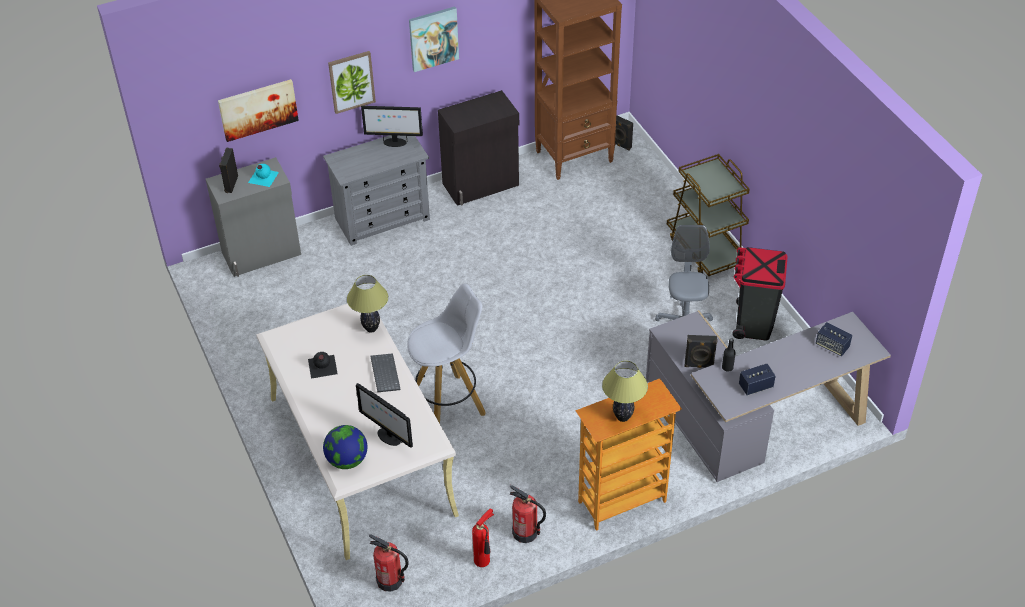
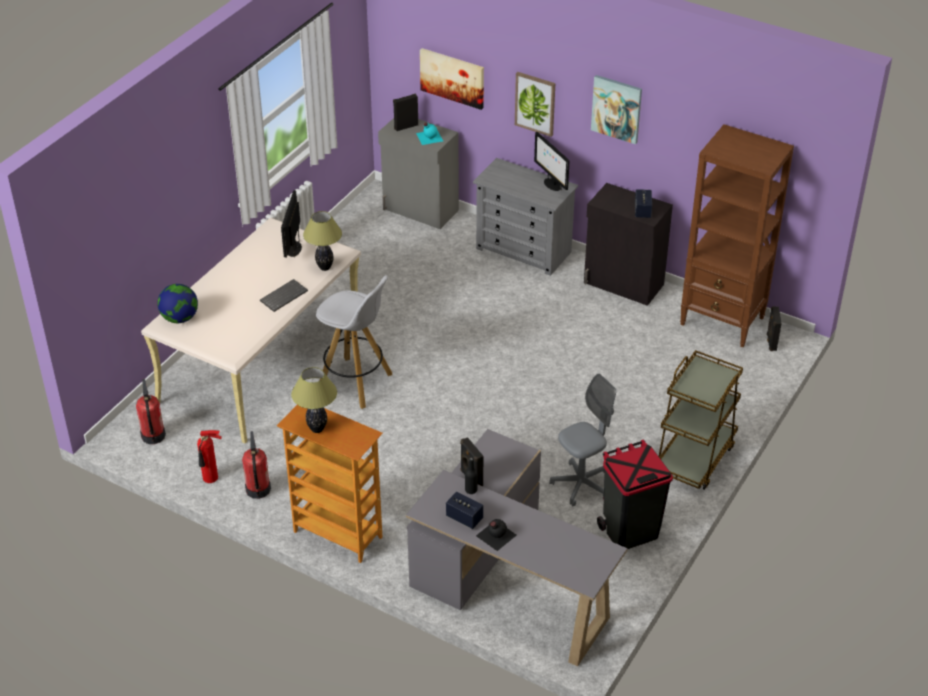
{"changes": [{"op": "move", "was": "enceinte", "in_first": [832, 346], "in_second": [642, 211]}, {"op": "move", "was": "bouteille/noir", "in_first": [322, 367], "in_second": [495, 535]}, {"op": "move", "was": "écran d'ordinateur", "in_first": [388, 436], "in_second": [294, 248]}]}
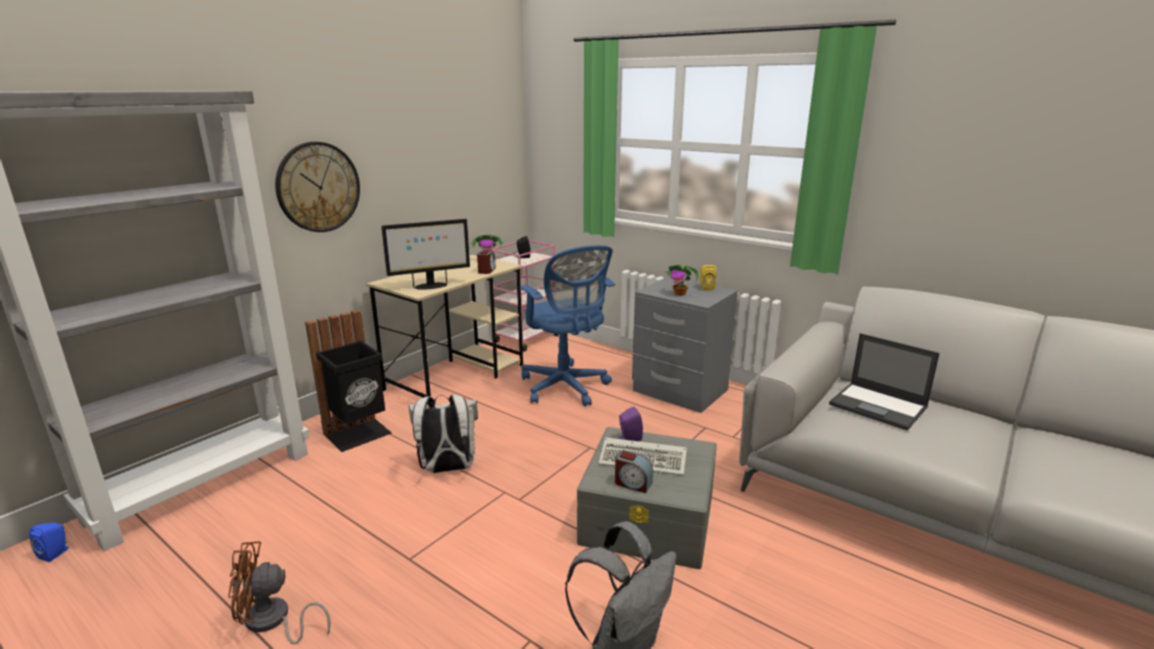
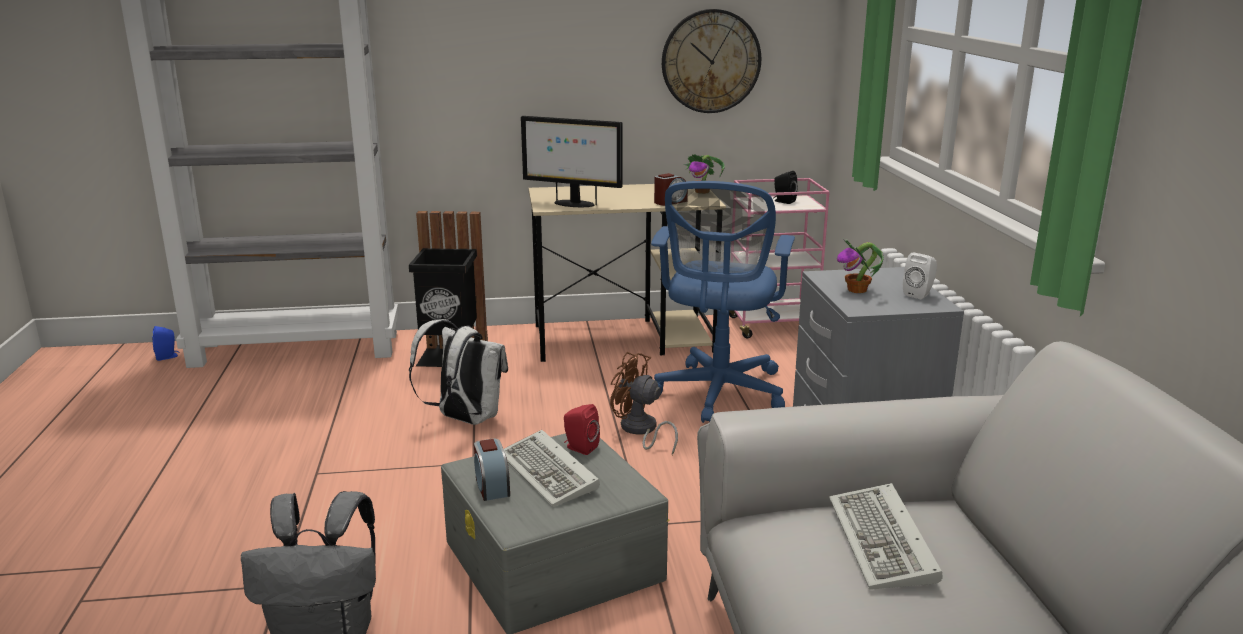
{"changes": [{"op": "move", "was": "horloge murale", "in_first": [318, 187], "in_second": [711, 61]}, {"op": "recolor", "was": "enceinte/jaune", "now": "enceinte/blanc", "in_first": [706, 288], "in_second": [919, 294]}, {"op": "replace", "was": "ordinateur portable", "now": "clavier", "in_first": [879, 406], "in_second": [884, 543]}, {"op": "recolor", "was": "enceinte/violet", "now": "enceinte/rouge", "in_first": [629, 439], "in_second": [579, 448]}, {"op": "move", "was": "ventilateur/marron", "in_first": [273, 622], "in_second": [640, 431]}]}
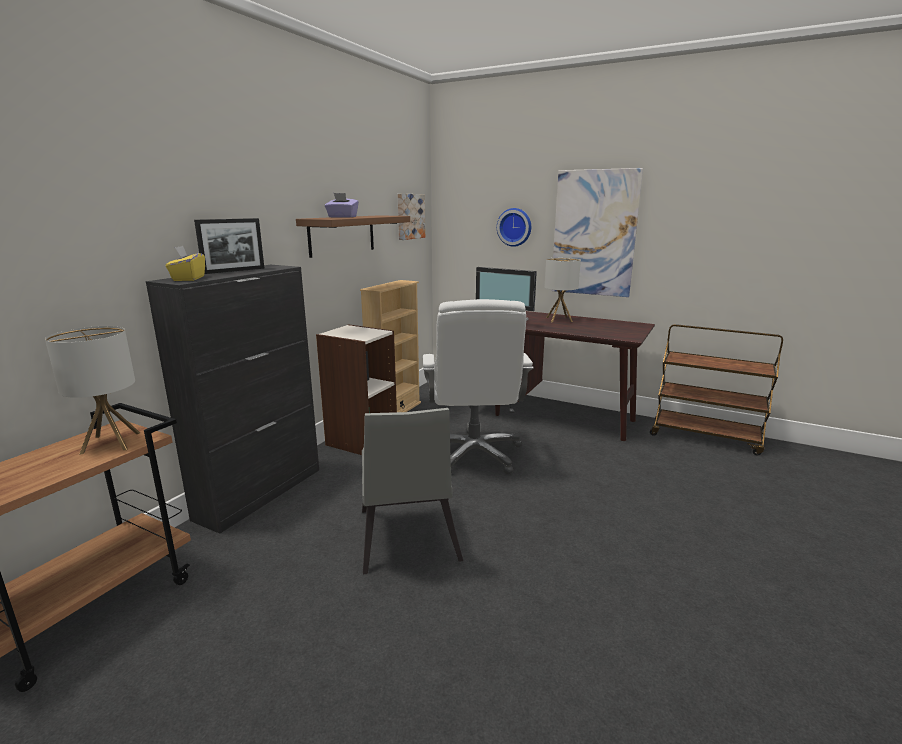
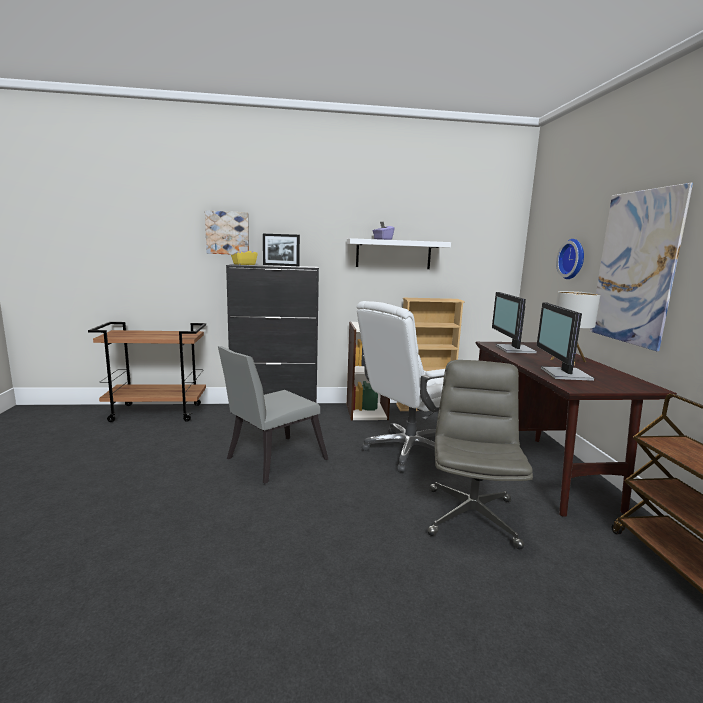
{"changes": [{"op": "move", "was": "tableau", "in_first": [409, 216], "in_second": [227, 233]}, {"op": "recolor", "was": "étagère/marron", "now": "étagère/blanc", "in_first": [342, 235], "in_second": [393, 254]}, {"op": "delete", "was": "lampe de table", "in_first": [111, 443]}, {"op": "insert", "now": "écran d'ordinateur", "in_second": [564, 374]}, {"op": "insert", "now": "chaise de bureau/gris", "in_second": [471, 516]}]}
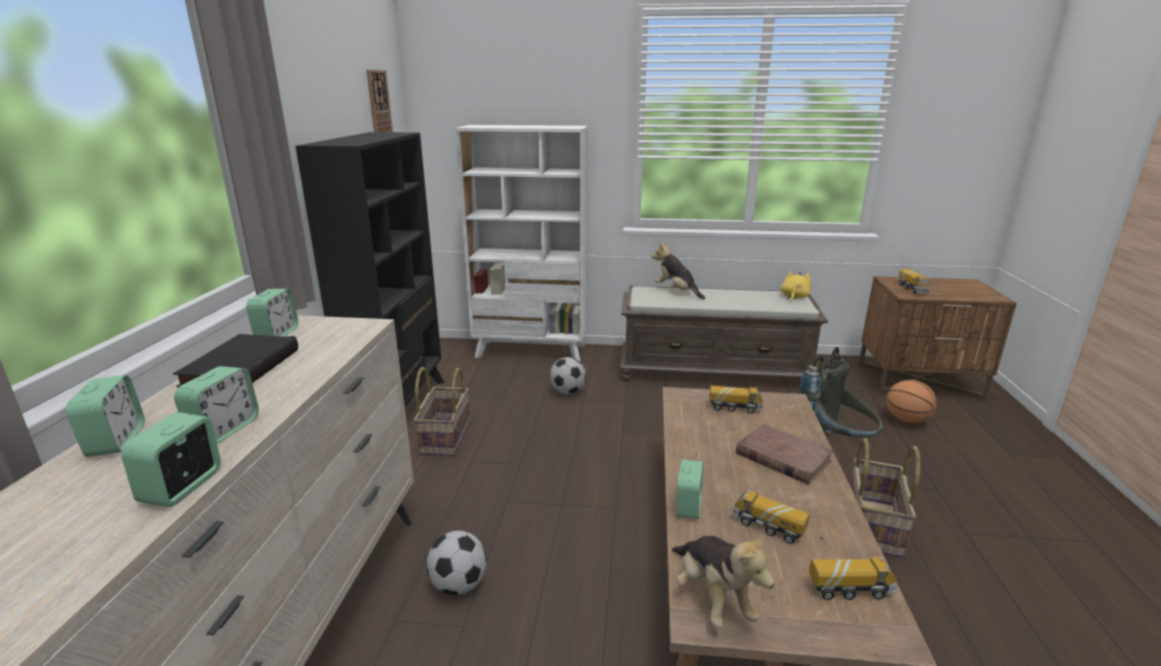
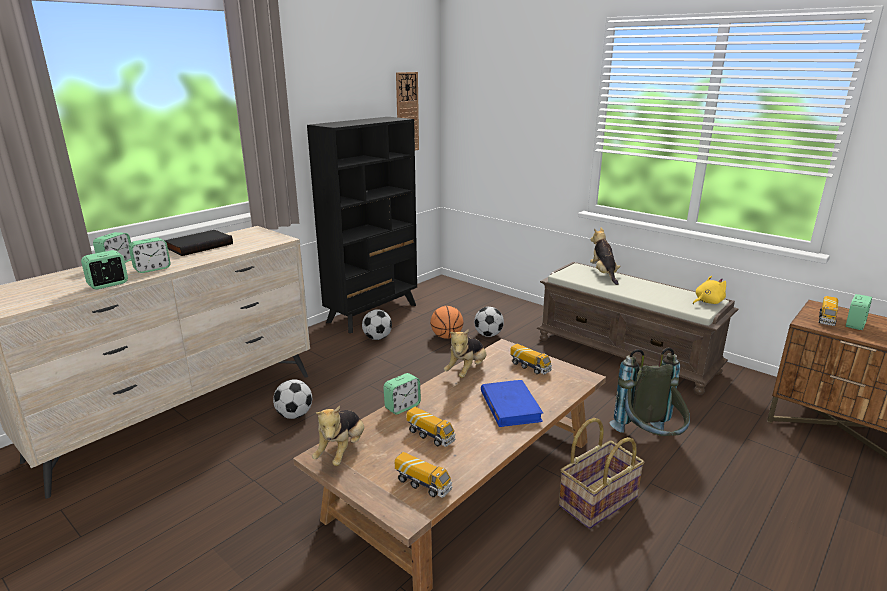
{"changes": [{"op": "delete", "was": "bibliothèque/blanc", "in_first": [531, 351]}, {"op": "move", "was": "réveil", "in_first": [277, 334], "in_second": [855, 325]}, {"op": "replace", "was": "panier", "now": "ballon de foot", "in_first": [444, 437], "in_second": [377, 338]}, {"op": "move", "was": "ballon de basket", "in_first": [906, 420], "in_second": [446, 337]}, {"op": "recolor", "was": "livre/marron", "now": "livre/bleu", "in_first": [782, 457], "in_second": [510, 406]}, {"op": "rotate", "was": "camion jouet", "in_first": [767, 527], "in_second": [430, 436], "clockwise": 150}, {"op": "insert", "now": "peluche", "in_second": [467, 371]}]}
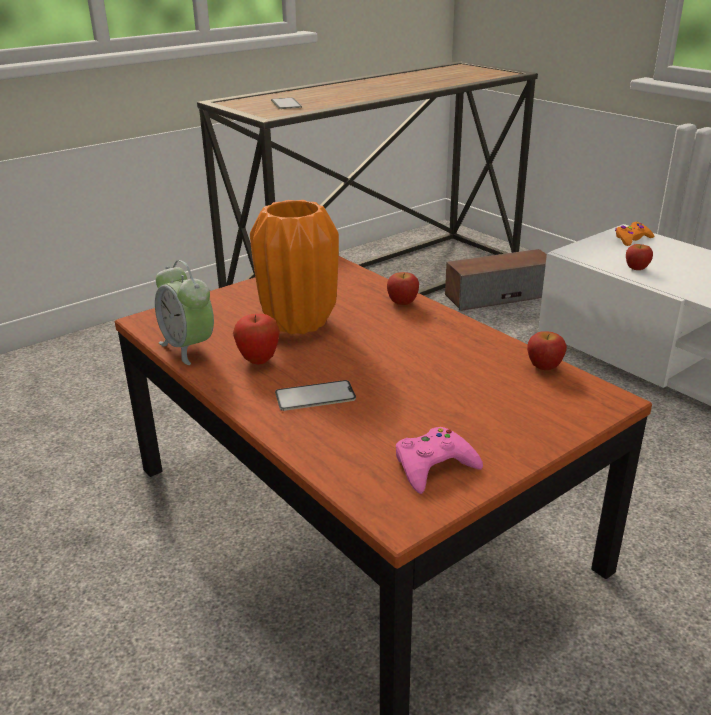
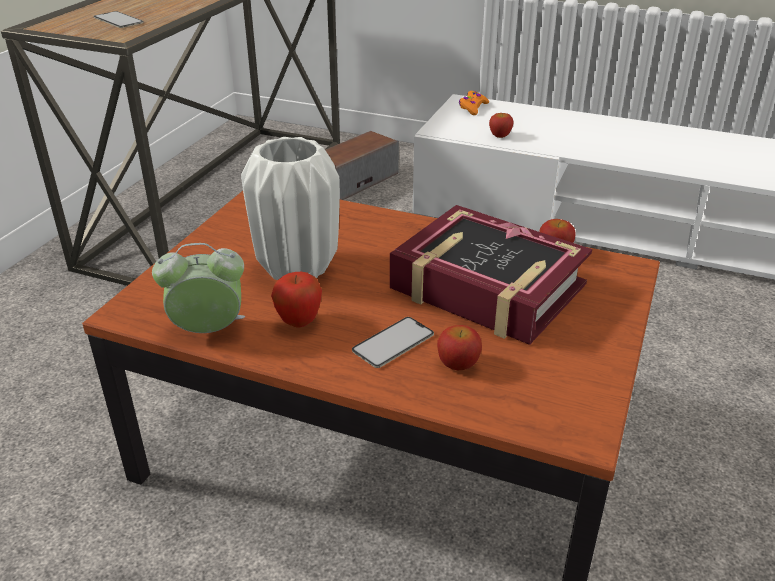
{"changes": [{"op": "recolor", "was": "vase/orange", "now": "vase/blanc", "in_first": [298, 323], "in_second": [296, 270]}, {"op": "rotate", "was": "réveil", "in_first": [188, 348], "in_second": [208, 331], "clockwise": 150}, {"op": "move", "was": "pomme", "in_first": [402, 302], "in_second": [458, 364]}, {"op": "delete", "was": "manette/rose", "in_first": [434, 466]}, {"op": "insert", "now": "livre", "in_second": [487, 288]}]}
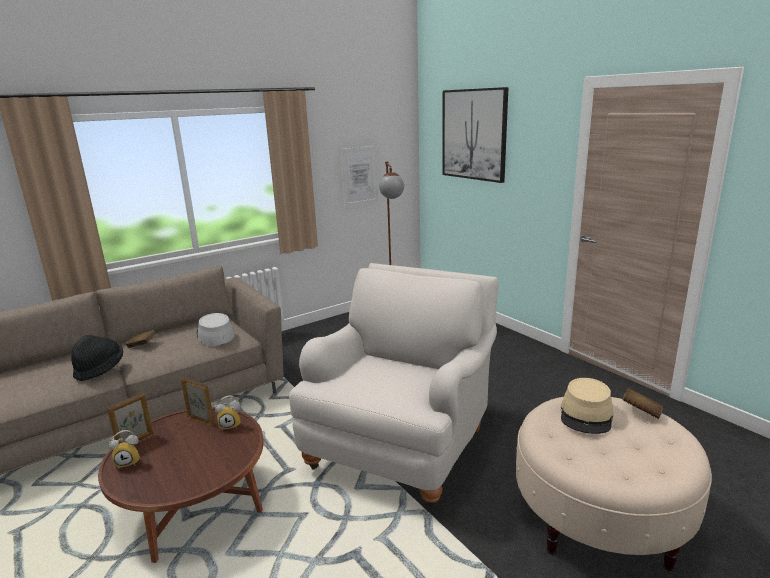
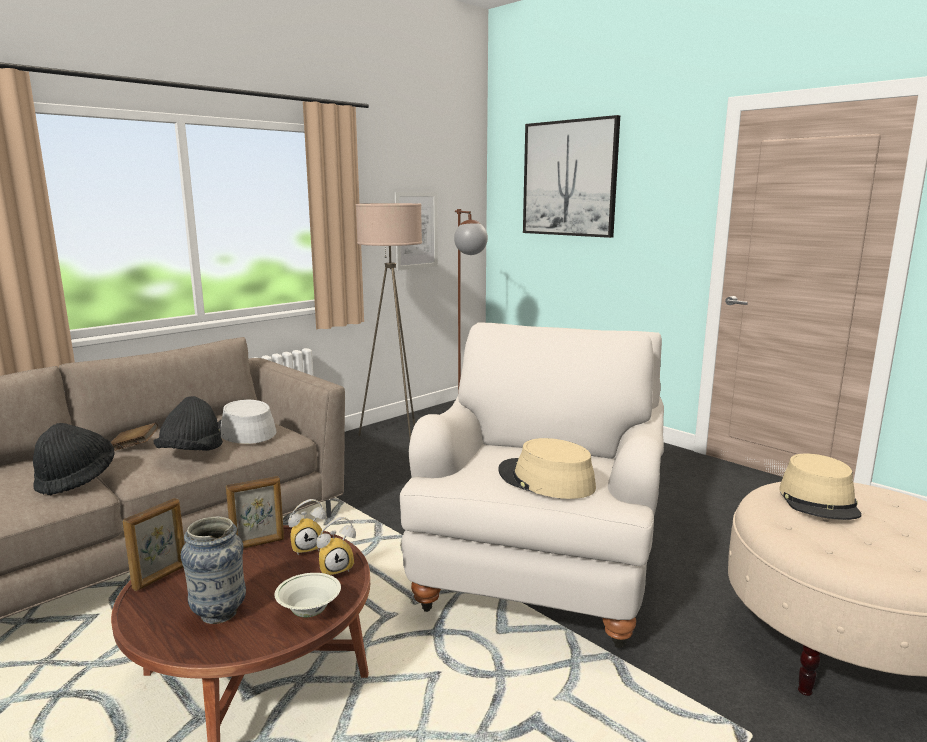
{"changes": [{"op": "rotate", "was": "cadre photo", "in_first": [201, 420], "in_second": [258, 544], "clockwise": 135}, {"op": "delete", "was": "livre/marron", "in_first": [641, 411]}, {"op": "move", "was": "réveil", "in_first": [129, 461], "in_second": [336, 568]}, {"op": "insert", "now": "lampadaire/beige", "in_second": [395, 436]}, {"op": "insert", "now": "chapeau/noir", "in_second": [191, 453]}, {"op": "insert", "now": "chapeau/beige", "in_second": [545, 480]}, {"op": "insert", "now": "vase", "in_second": [219, 613]}, {"op": "insert", "now": "bol/blanc", "in_second": [309, 612]}]}
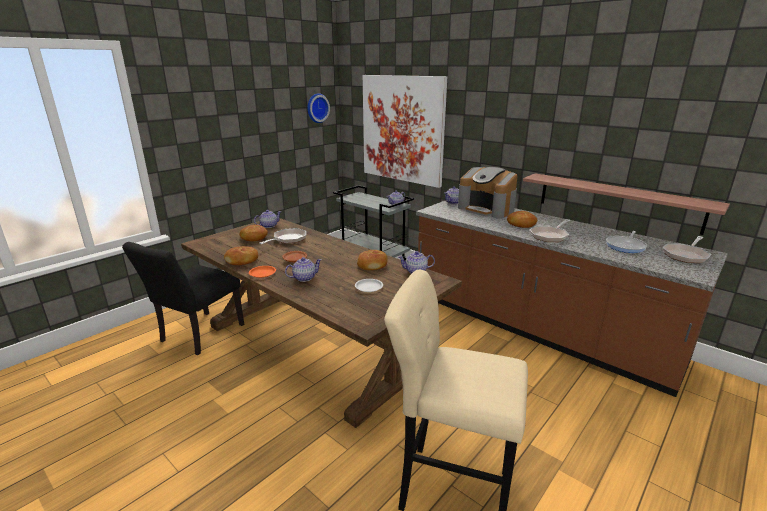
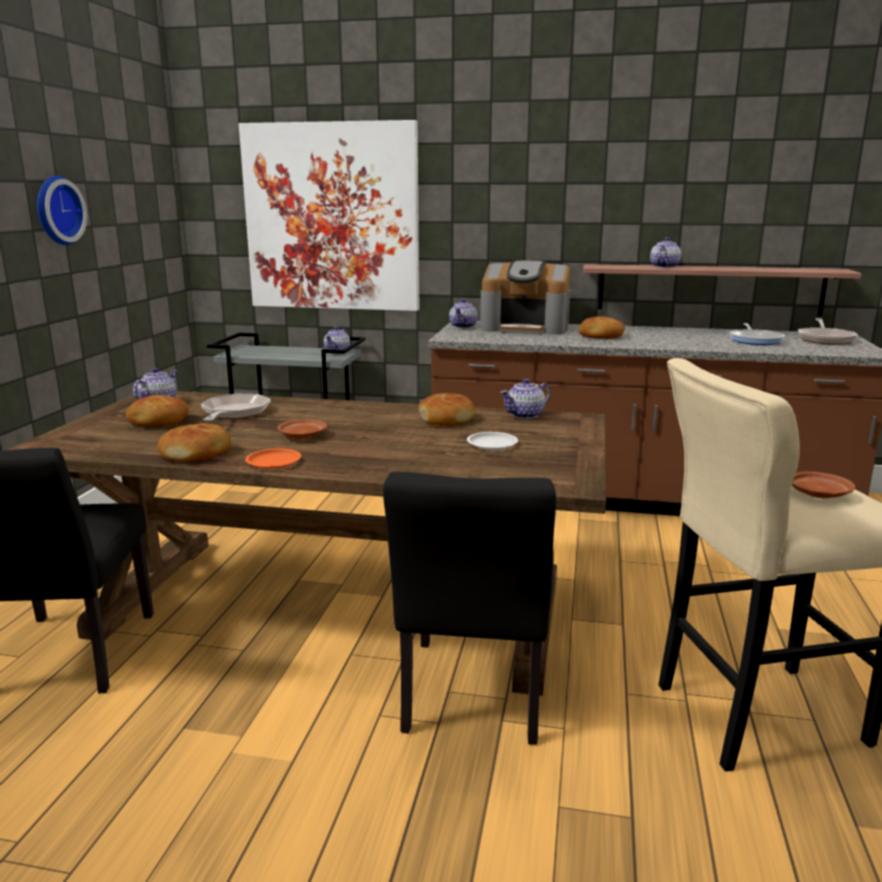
{"changes": [{"op": "move", "was": "horloge murale", "in_first": [316, 108], "in_second": [56, 210]}, {"op": "delete", "was": "poêle", "in_first": [550, 236]}, {"op": "move", "was": "théière", "in_first": [304, 278], "in_second": [664, 267]}, {"op": "insert", "now": "assiette/marron", "in_second": [819, 494]}, {"op": "insert", "now": "chaise/noir", "in_second": [472, 699]}]}
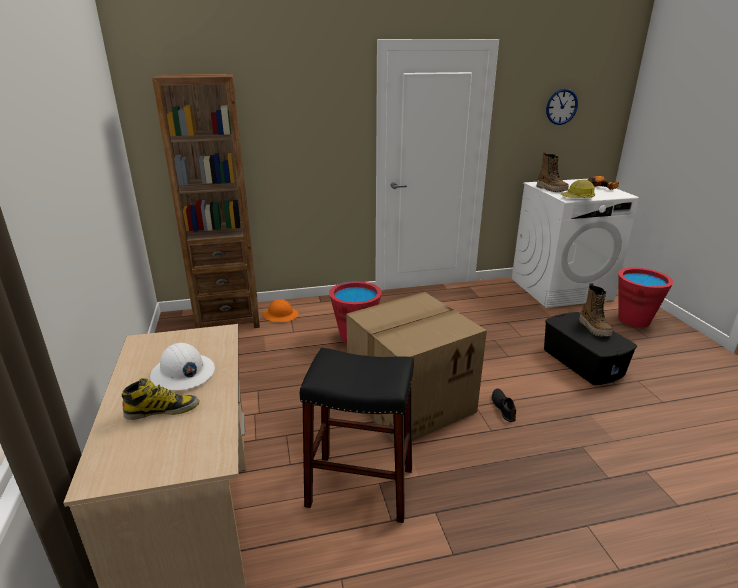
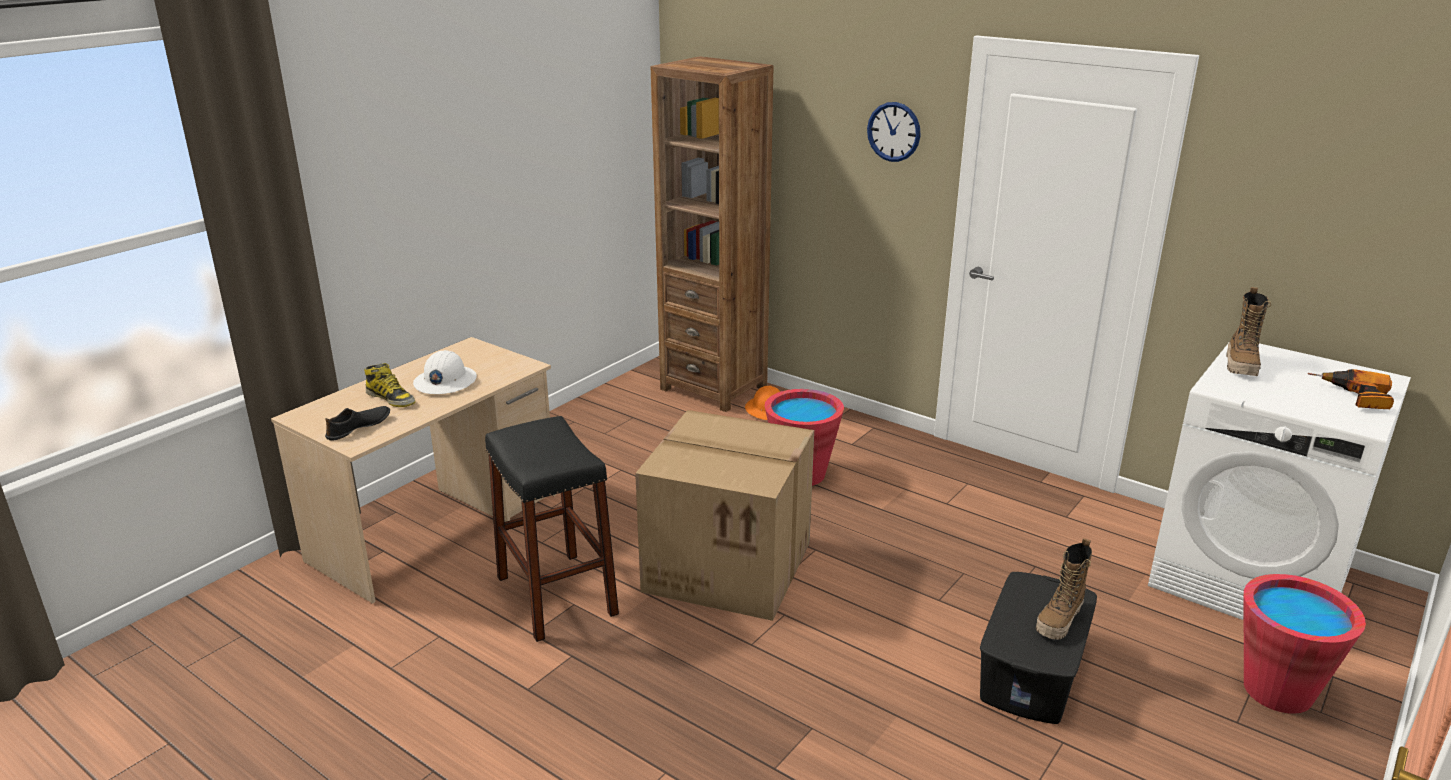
{"changes": [{"op": "move", "was": "horloge murale", "in_first": [561, 106], "in_second": [894, 131]}, {"op": "delete", "was": "casque de chantier", "in_first": [578, 198]}, {"op": "move", "was": "chaussure/noir", "in_first": [503, 407], "in_second": [359, 427]}]}
